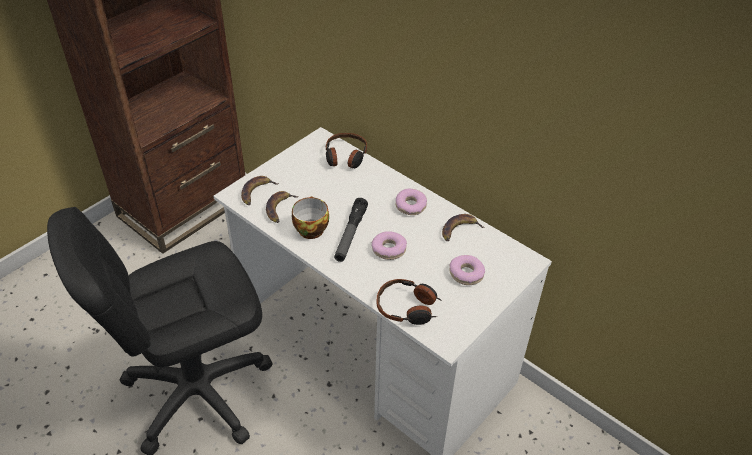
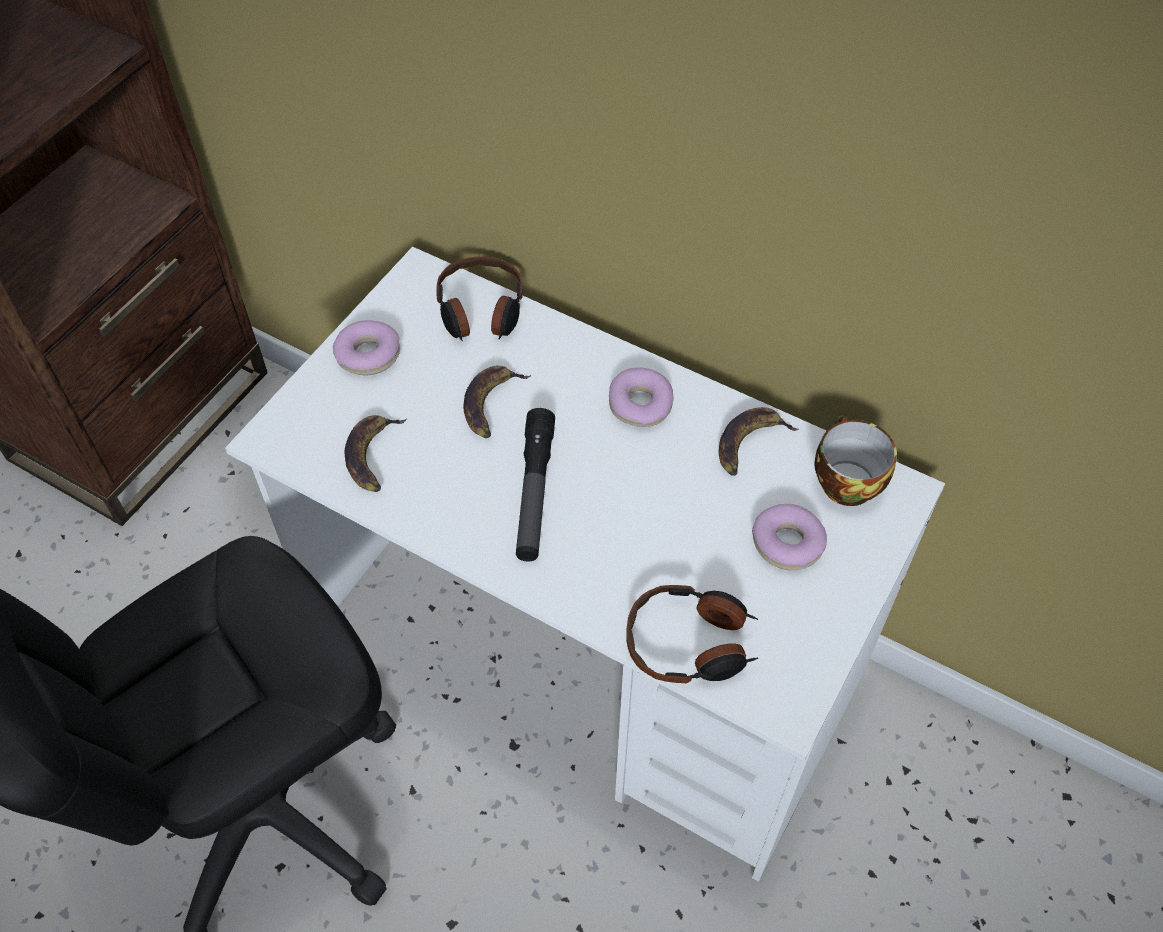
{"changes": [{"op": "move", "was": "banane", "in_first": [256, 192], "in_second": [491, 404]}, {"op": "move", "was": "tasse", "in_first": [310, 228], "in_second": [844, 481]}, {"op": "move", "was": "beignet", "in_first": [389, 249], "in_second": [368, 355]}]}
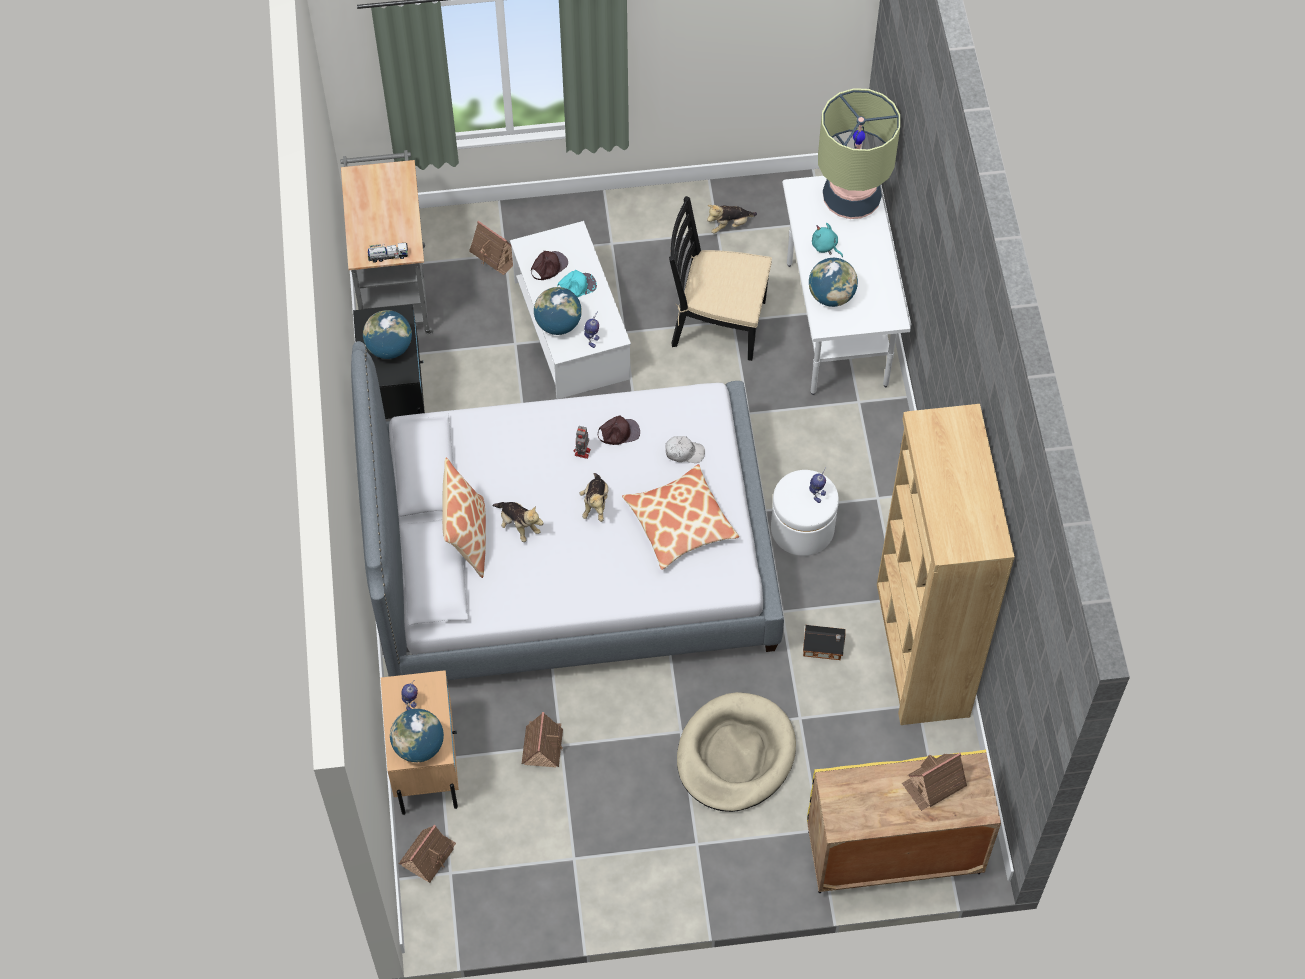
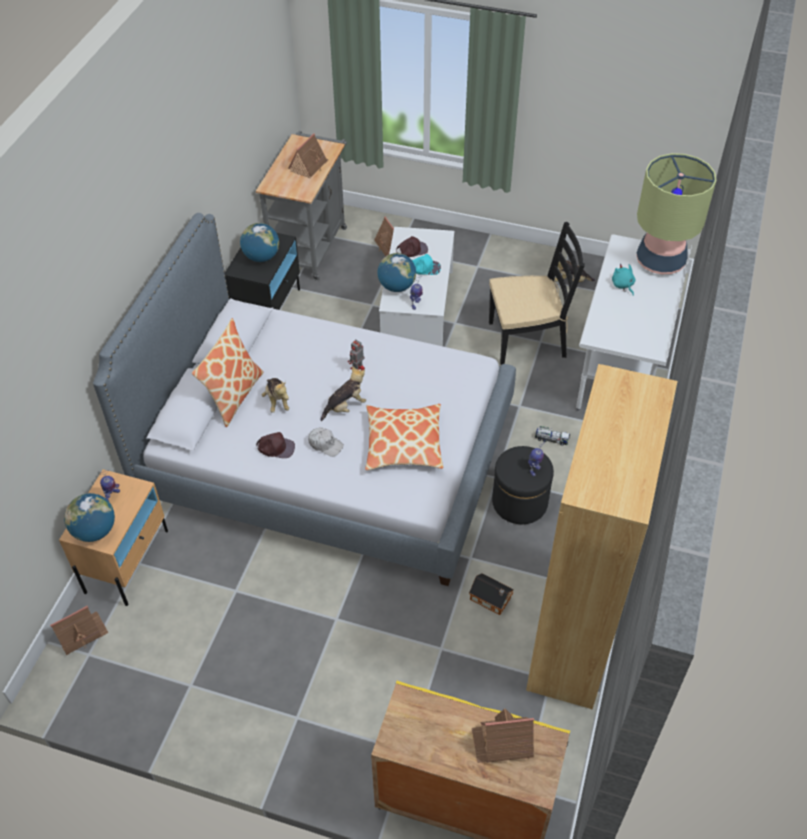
{"changes": [{"op": "rotate", "was": "chaise/noir", "in_first": [717, 323], "in_second": [528, 339], "clockwise": 135}, {"op": "move", "was": "camion jouet", "in_first": [388, 256], "in_second": [551, 439]}, {"op": "delete", "was": "globe", "in_first": [831, 296]}, {"op": "move", "was": "casquette/marron", "in_first": [618, 432], "in_second": [276, 447]}, {"op": "move", "was": "casquette/blanc", "in_first": [684, 452], "in_second": [325, 444]}, {"op": "recolor", "was": "pouf/blanc", "now": "pouf/noir", "in_first": [802, 529], "in_second": [519, 502]}, {"op": "rotate", "was": "peluche", "in_first": [595, 503], "in_second": [345, 407], "clockwise": -150}, {"op": "delete", "was": "panier pour chien/beige", "in_first": [735, 755]}, {"op": "move", "was": "maison miniature", "in_first": [542, 745], "in_second": [309, 166]}]}
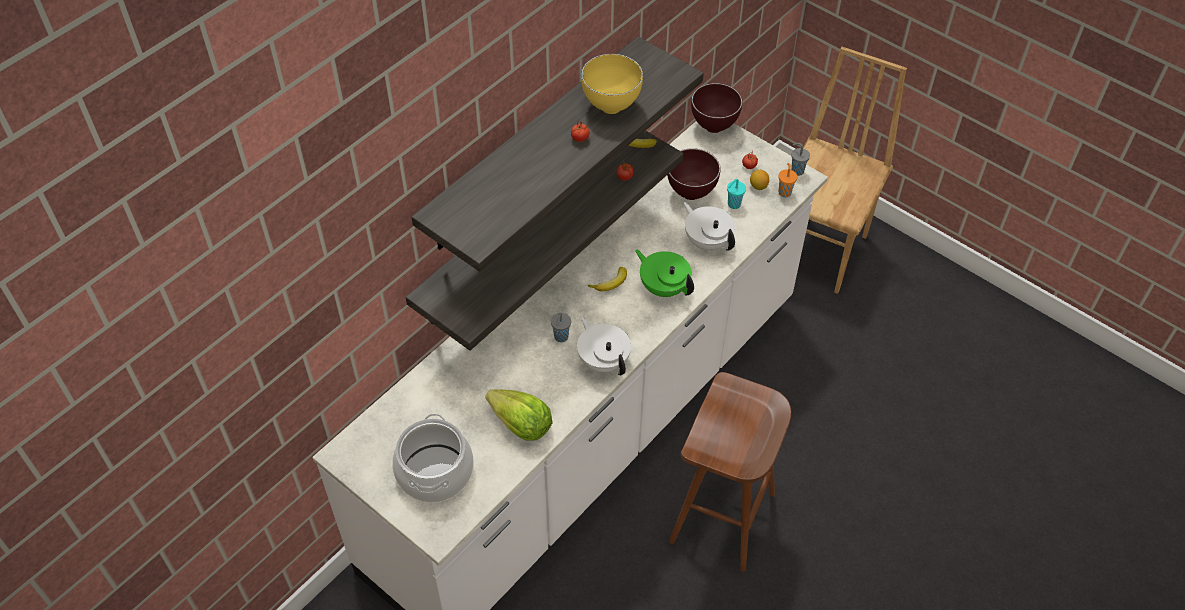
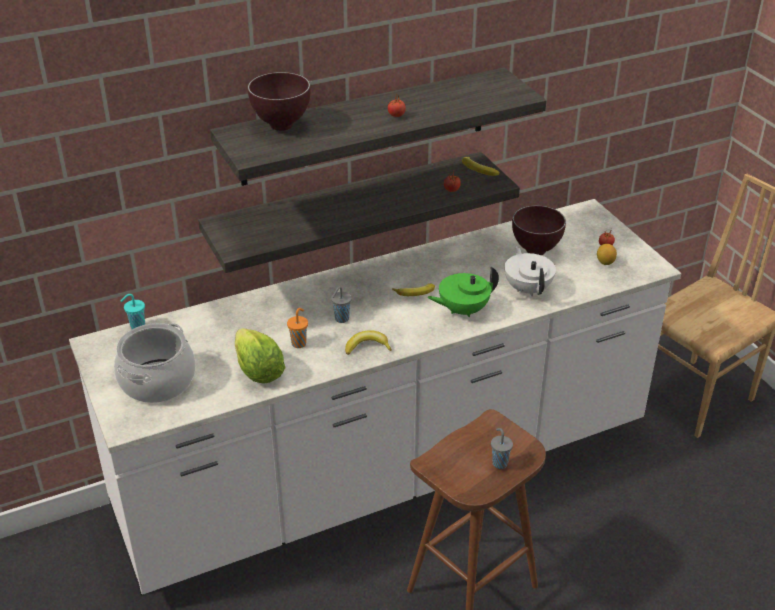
{"changes": [{"op": "delete", "was": "bol/jaune", "in_first": [611, 108]}, {"op": "move", "was": "bol/marron", "in_first": [714, 128], "in_second": [281, 127]}, {"op": "move", "was": "tasse/gris", "in_first": [796, 171], "in_second": [499, 463]}, {"op": "move", "was": "tasse/orange", "in_first": [784, 192], "in_second": [299, 343]}, {"op": "move", "was": "tasse/turquoise", "in_first": [733, 205], "in_second": [137, 327]}, {"op": "rotate", "was": "théière/vert", "in_first": [663, 287], "in_second": [462, 310], "clockwise": -90}, {"op": "replace", "was": "théière/blanc", "now": "banane", "in_first": [603, 361], "in_second": [367, 347]}]}
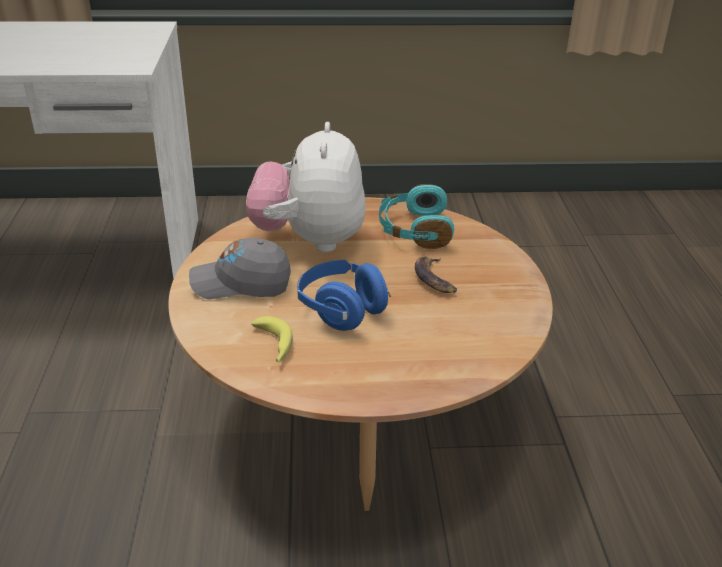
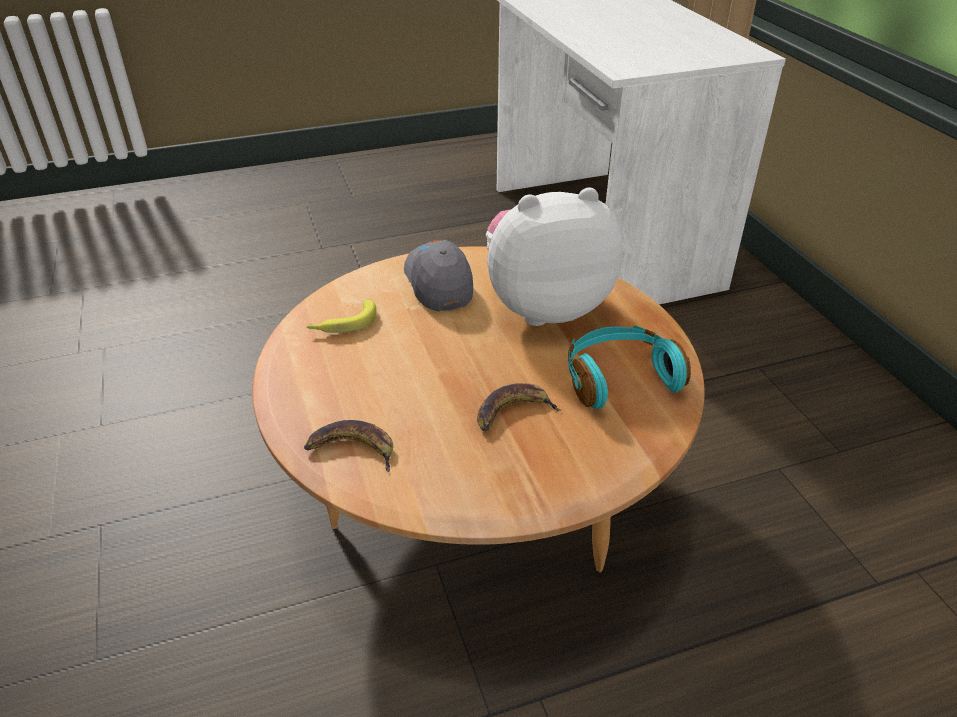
{"changes": [{"op": "delete", "was": "casque audio/bleu", "in_first": [341, 310]}, {"op": "insert", "now": "banane", "in_second": [352, 449]}]}
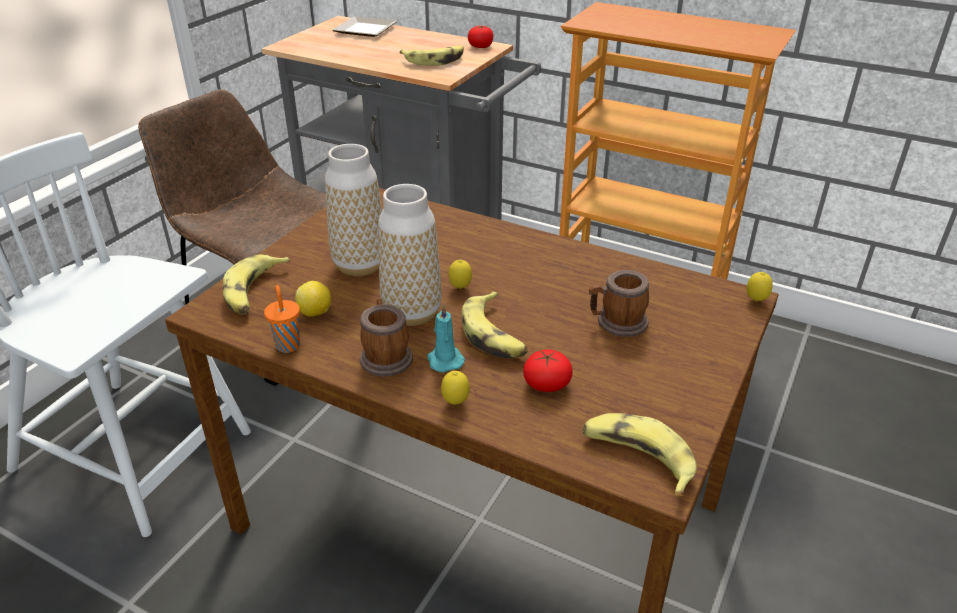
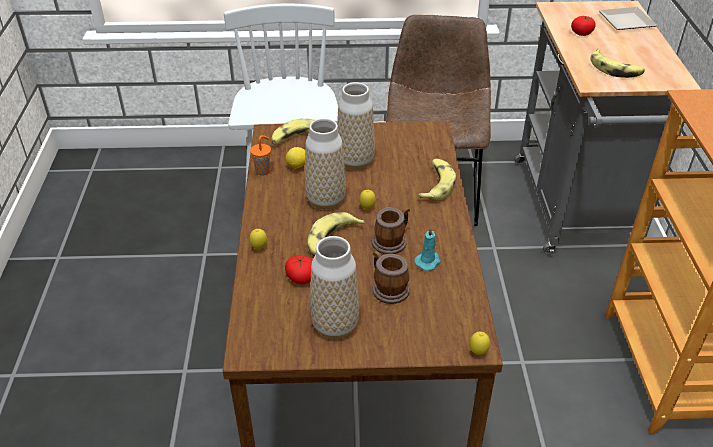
{"changes": [{"op": "move", "was": "tomate", "in_first": [480, 46], "in_second": [581, 33]}, {"op": "move", "was": "mug", "in_first": [385, 356], "in_second": [392, 241]}, {"op": "move", "was": "bougie/turquoise", "in_first": [444, 359], "in_second": [428, 261]}, {"op": "move", "was": "banane", "in_first": [637, 458], "in_second": [436, 184]}, {"op": "insert", "now": "vase", "in_second": [335, 325]}]}
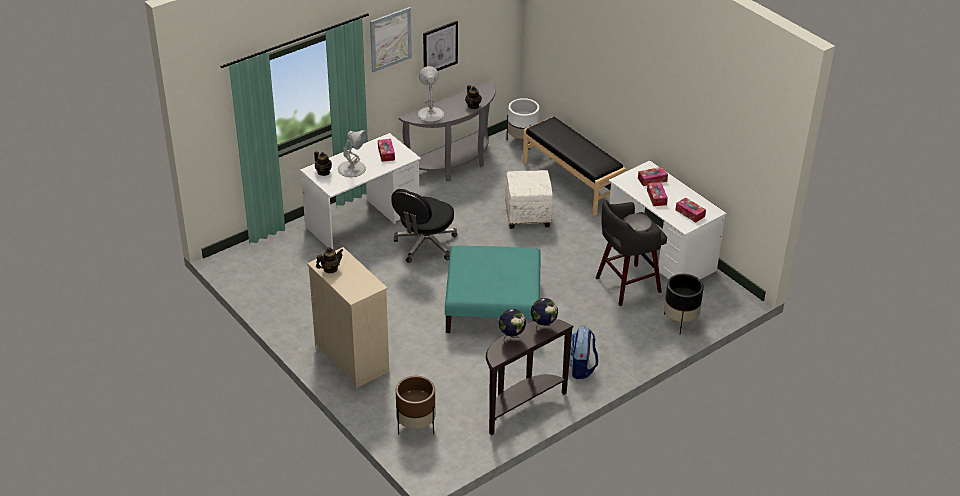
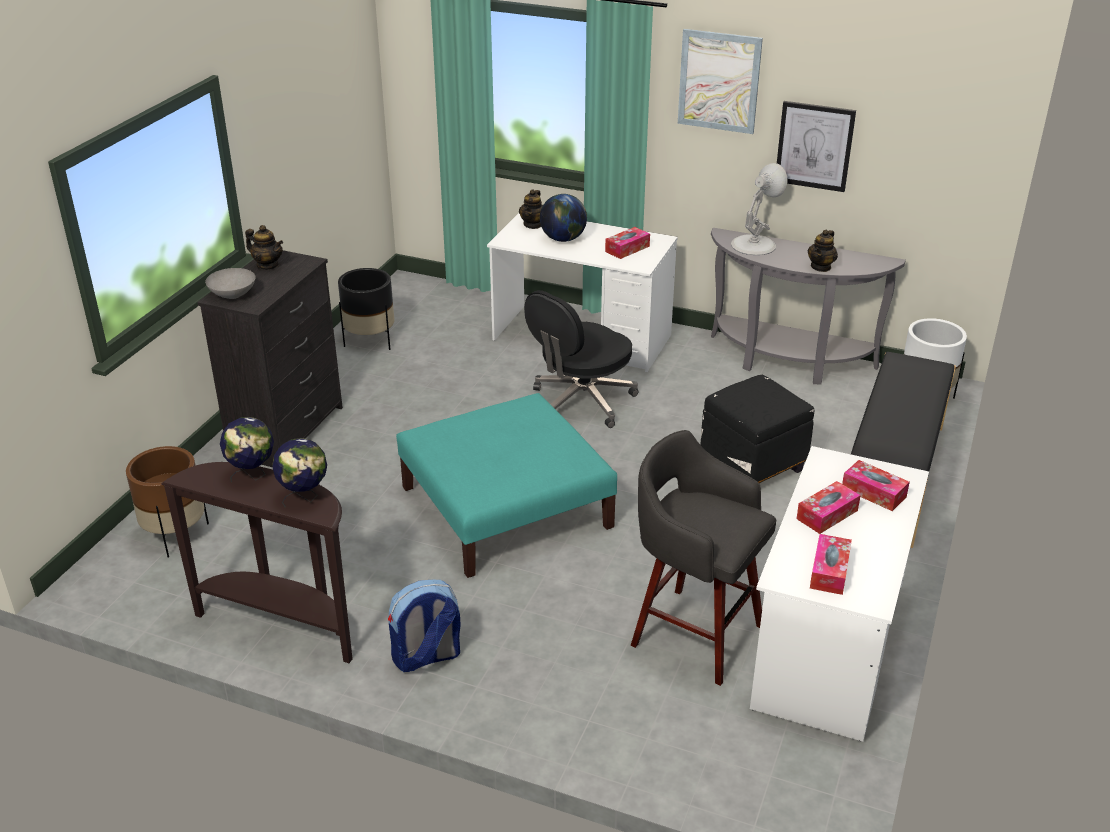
{"changes": [{"op": "replace", "was": "lampe de table/blanc", "now": "globe", "in_first": [352, 169], "in_second": [563, 239]}, {"op": "recolor", "was": "pouf/blanc", "now": "pouf/noir", "in_first": [528, 216], "in_second": [753, 465]}, {"op": "rotate", "was": "chaise de bureau/noir", "in_first": [425, 245], "in_second": [581, 402], "clockwise": -45}, {"op": "move", "was": "bol/gris", "in_first": [637, 230], "in_second": [233, 296]}, {"op": "recolor", "was": "commode/beige", "now": "commode/noir", "in_first": [352, 358], "in_second": [288, 430]}, {"op": "move", "was": "cache-pot/noir", "in_first": [680, 321], "in_second": [370, 341]}]}
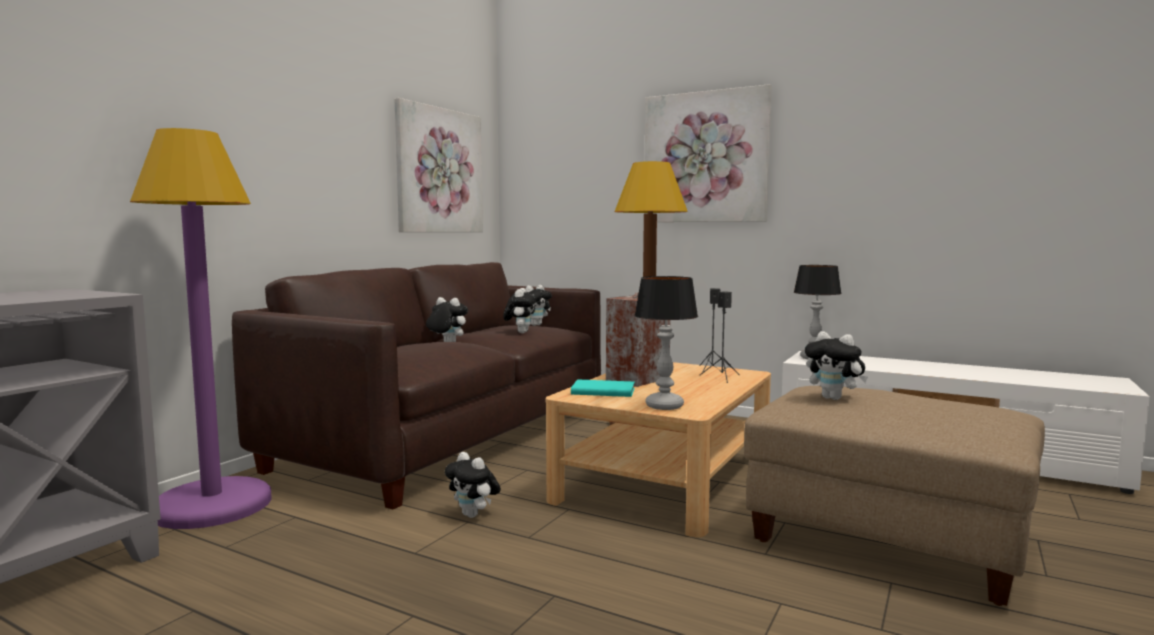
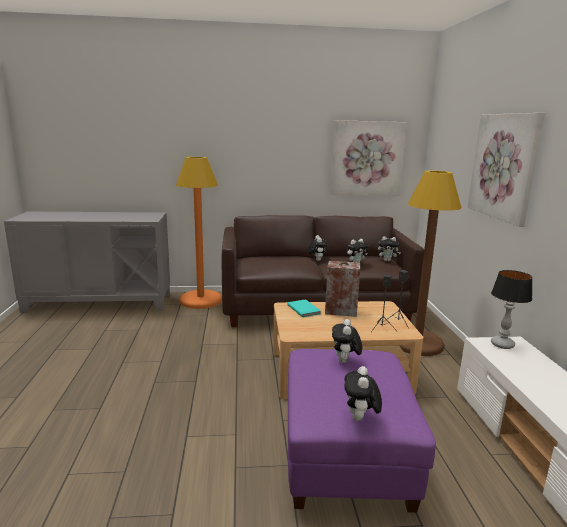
{"changes": [{"op": "recolor", "was": "lampadaire/violet", "now": "lampadaire/orange", "in_first": [212, 505], "in_second": [201, 300]}, {"op": "delete", "was": "lampe de table", "in_first": [664, 406]}, {"op": "recolor", "was": "pouf/beige", "now": "pouf/violet", "in_first": [888, 539], "in_second": [346, 457]}, {"op": "move", "was": "peluche", "in_first": [474, 515], "in_second": [360, 419]}]}
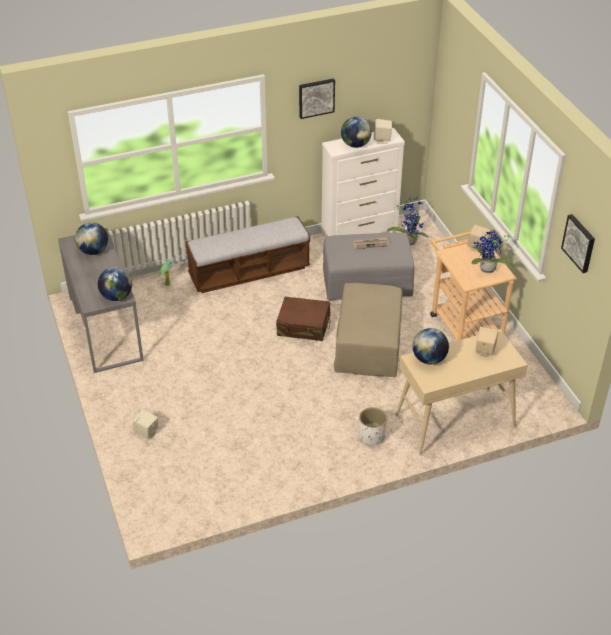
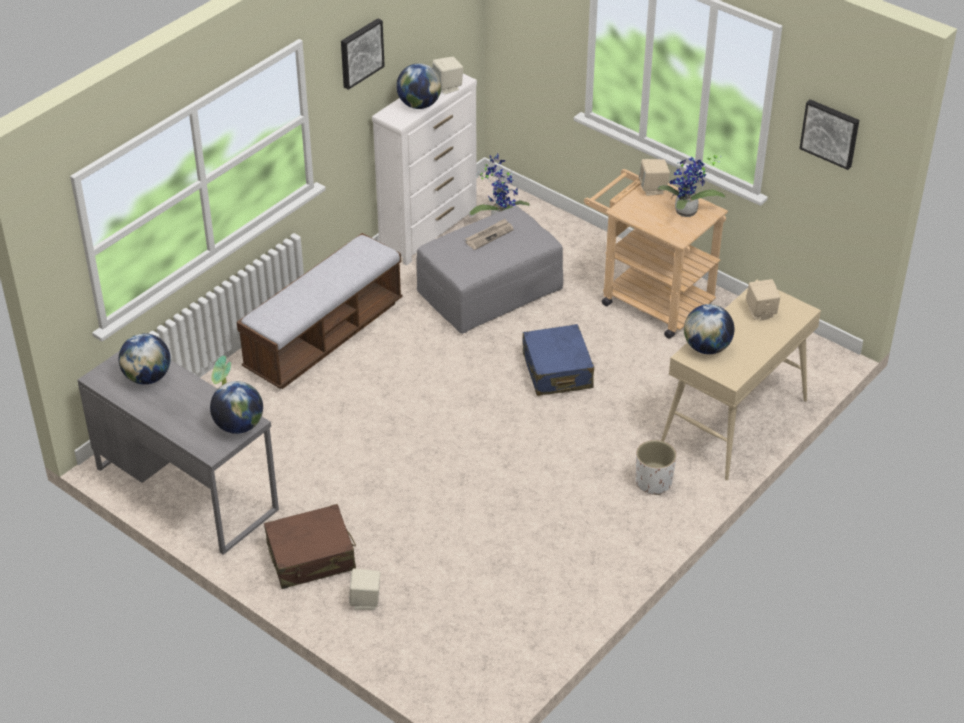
{"changes": [{"op": "replace", "was": "pouf/beige", "now": "valise/bleu", "in_first": [368, 345], "in_second": [557, 371]}, {"op": "move", "was": "valise/marron", "in_first": [304, 326], "in_second": [311, 557]}]}
